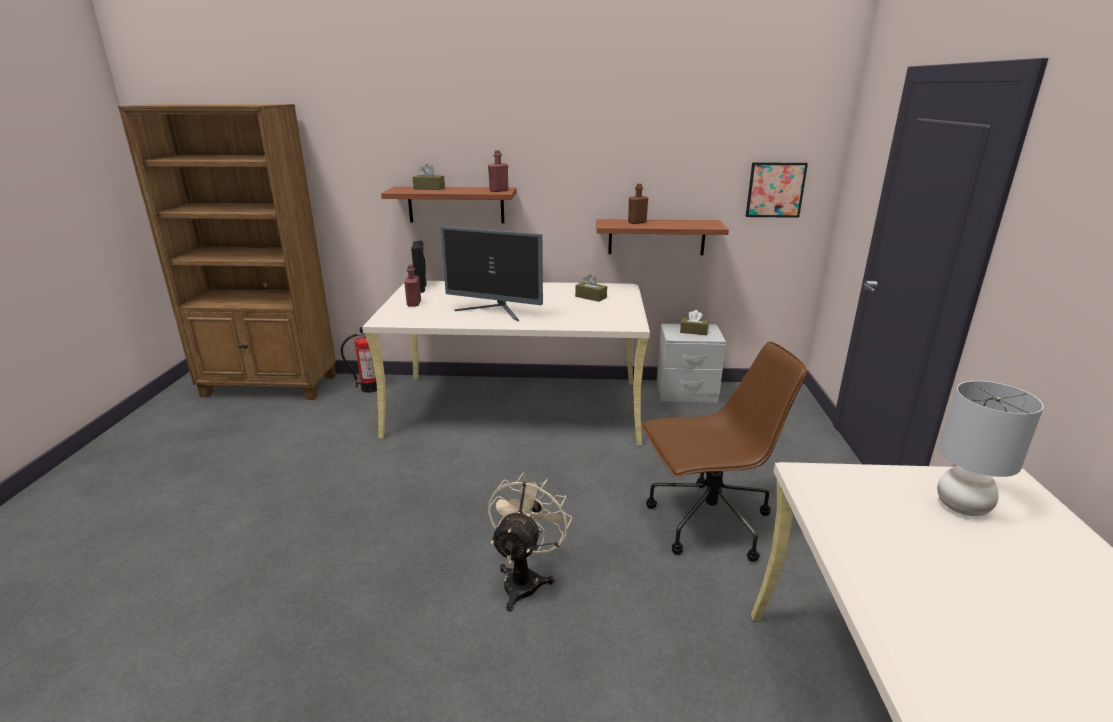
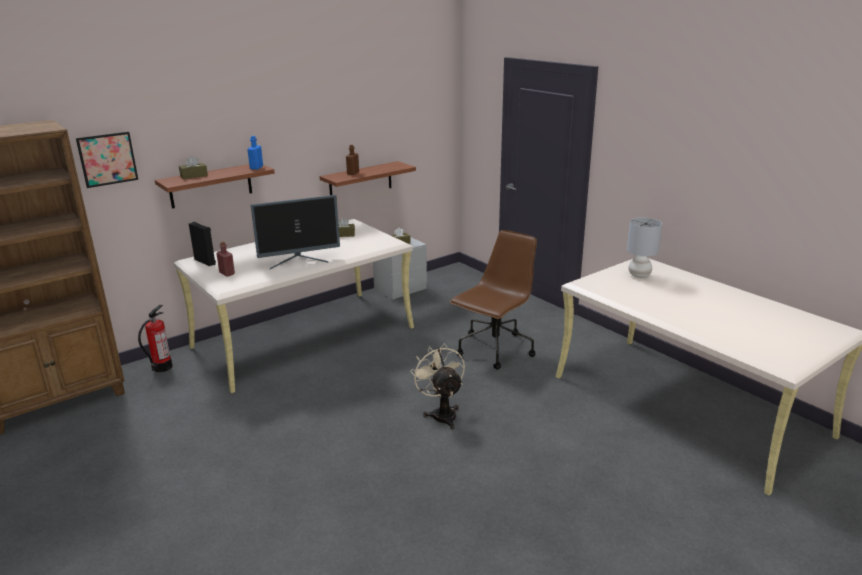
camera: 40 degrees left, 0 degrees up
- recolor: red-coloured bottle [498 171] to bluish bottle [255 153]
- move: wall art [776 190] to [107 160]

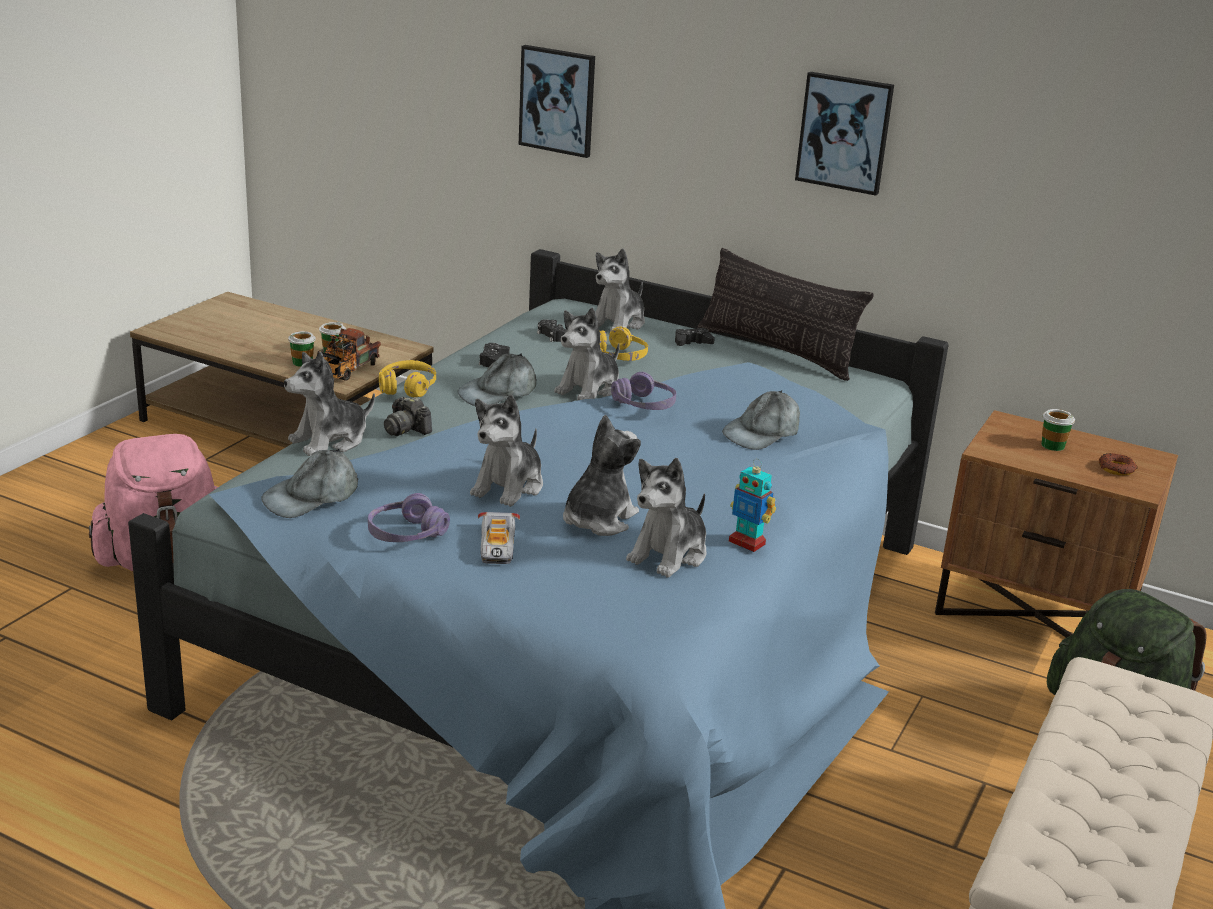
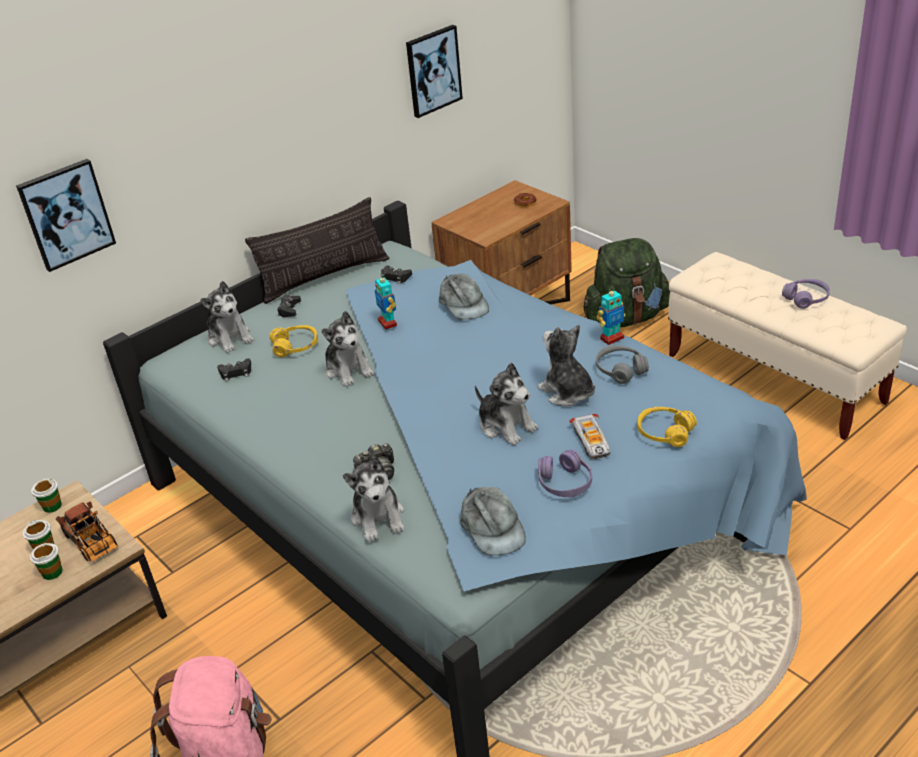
camera: 65 degrees left, 10 degrees up
- move: wall art [844 134] to [434 71]
- move: black joypad [494 355] to [396 275]
- delete: grey cap [497 380]
- move: yellow headphones [407 378] to [667 427]
- move: purple headphones [643 391] to [806 294]
- move: cup [1058 430] to [46 496]
- replace: soft toy [666 518] to grey headphones [622 364]
- rotate: model car [499 538] = [589 436] 60 degrees clockwise
- insert: robot figure [386 302]

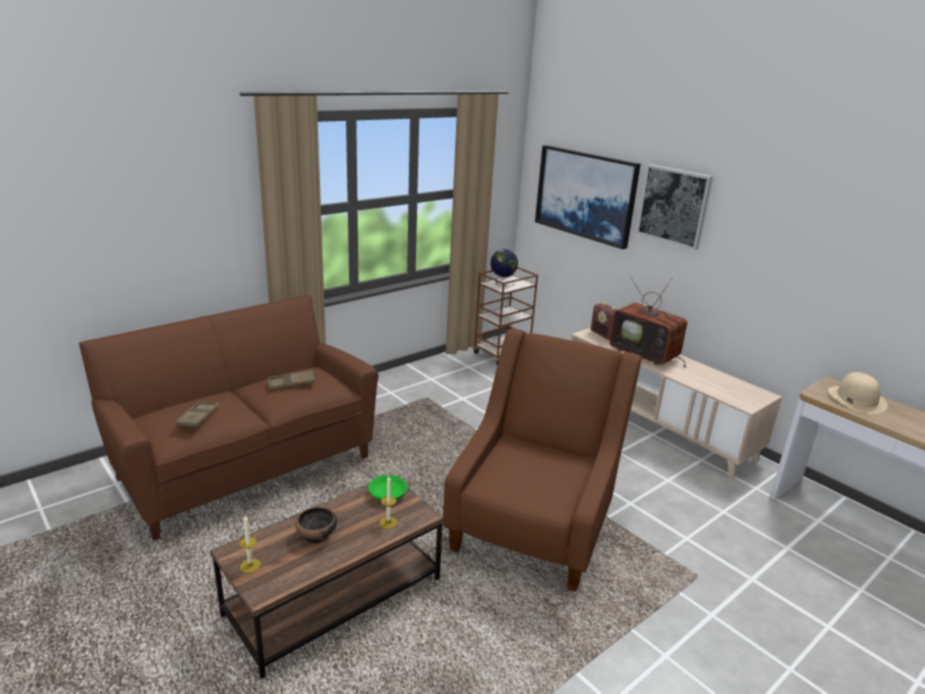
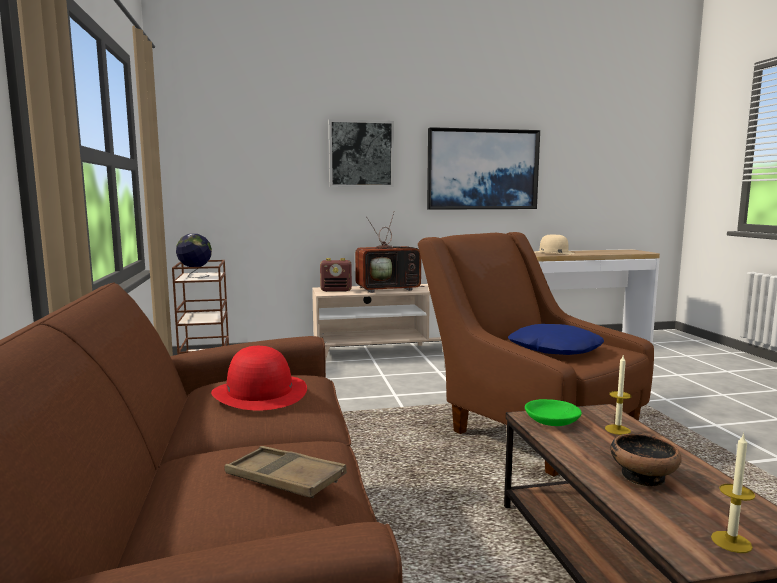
camera: 60 degrees left, 15 degrees down
- move: wall art [588 197] to [483 168]
- replace: brown tray [291 380] to red-coloured wearable hat [259 378]
- insert: bluish throw pillow [556 339]

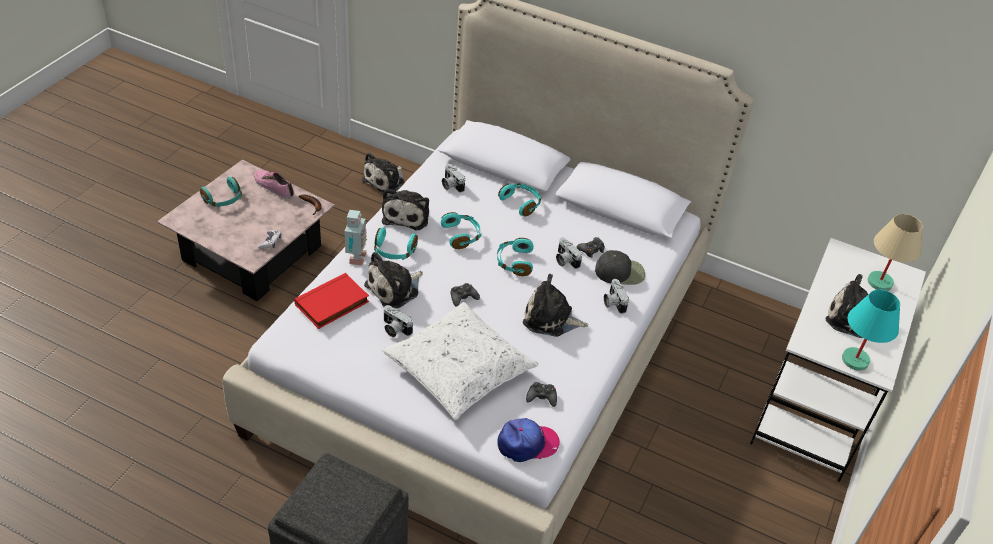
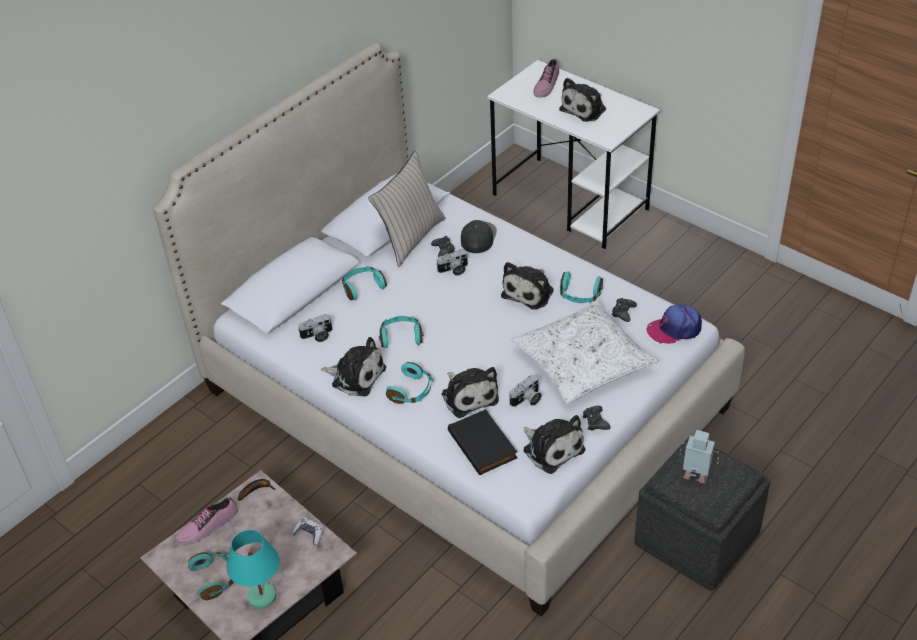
camera: 70 degrees left, 0 degrees up
- move: soft toy [383 173] to [554 444]
- move: robot figure [356 238] to [699 457]
- replace: sand-coloured lamp for a table [895 252] to item of footwear [546 78]
- move: turquoise-coloured headphones [515 257] to [581 287]
- recolor: red-coloured bound book [331 301] to black bound book [482 442]
- delete: photo camera [616 296]
- move: black joypad [465 295] to [597 418]
- move: turquoise-coloured lamp for a table [871 330] to [253 569]
- rotate: cap [528 440] = [674 324] 105 degrees counterclockwise
- insert: sand-coloured throw pillow [406 208]

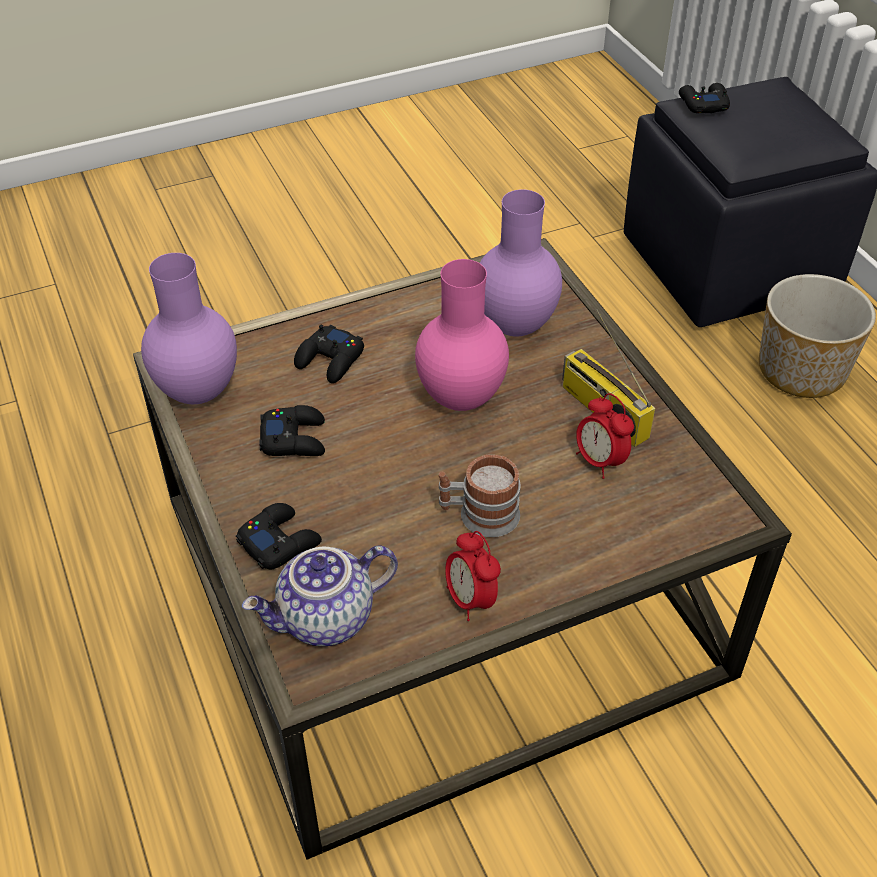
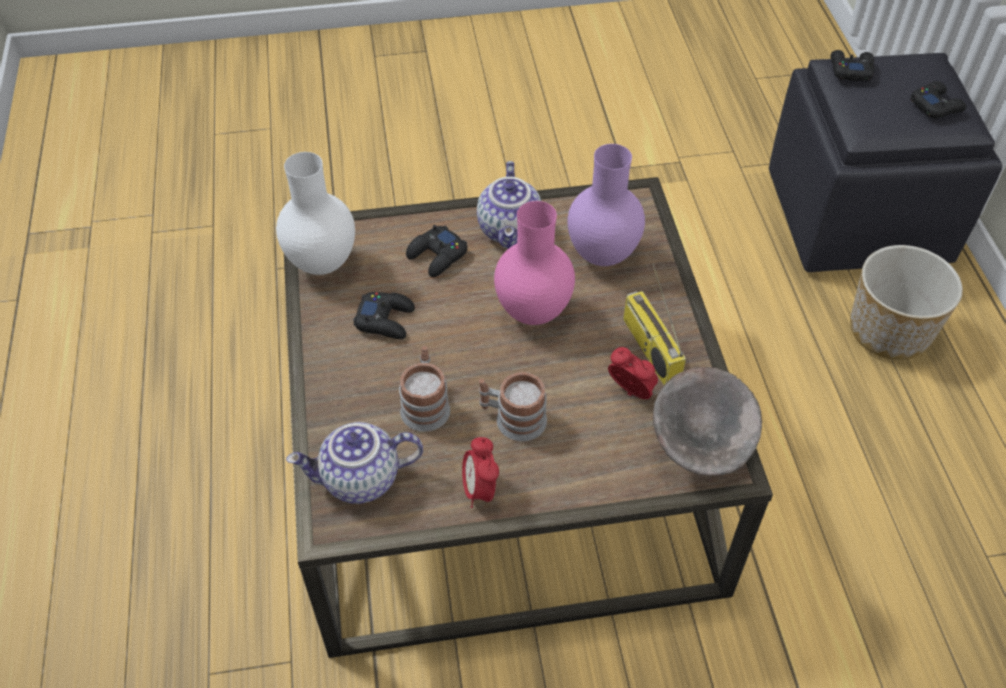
camera: 15 degrees right, 5 degrees up
- recolor: purple flower vase [189 328] to white flower vase [315 213]
- rotate: alarm clock [605 436] = [633 373] 150 degrees clockwise
- move: black joypad [279 536] to [938 99]
- insert: teapot [509 205]
- insert: tea mug [424 388]
- insert: grey deep dish [707 421]

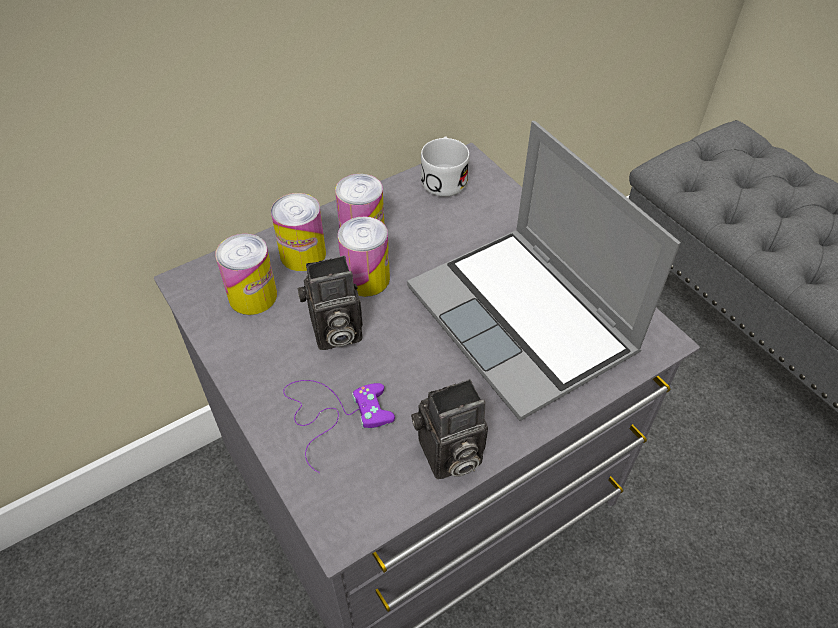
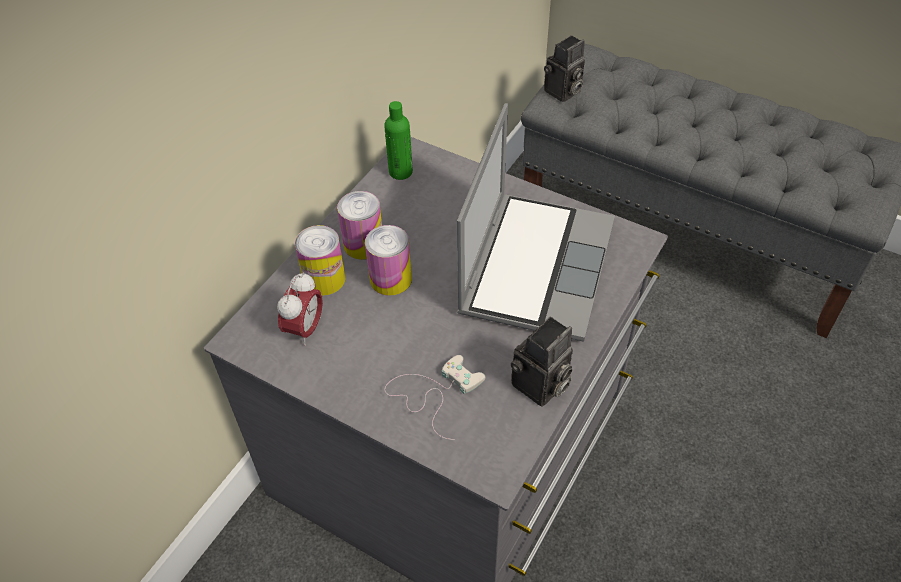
camera: 25 degrees left, 0 degrees up
- rotate: notebook computer [544 271] = [536 222] 105 degrees counterclockwise
- replace: white tea mug [445 166] to green-coloured bottle [398 140]
- replace: can [246 274] to alarm clock [300 309]
- move: photo camera [330 303] to [564 68]
- recolor: purple joypad [339 426] to white joypad [435 397]

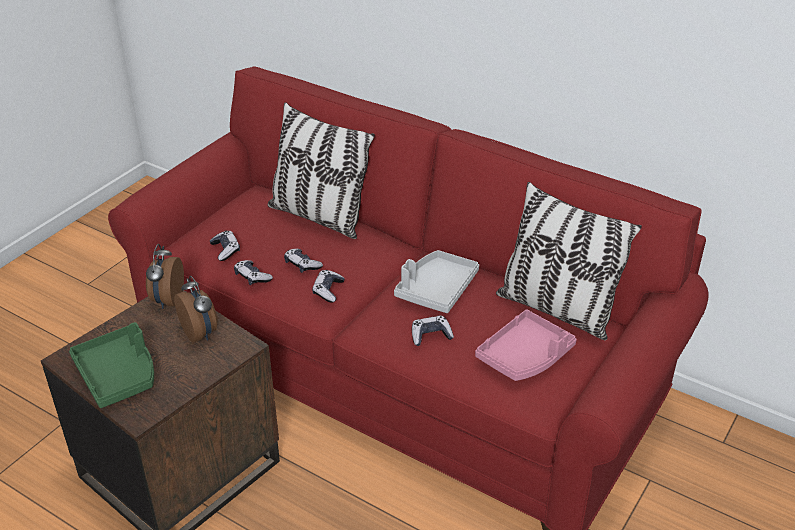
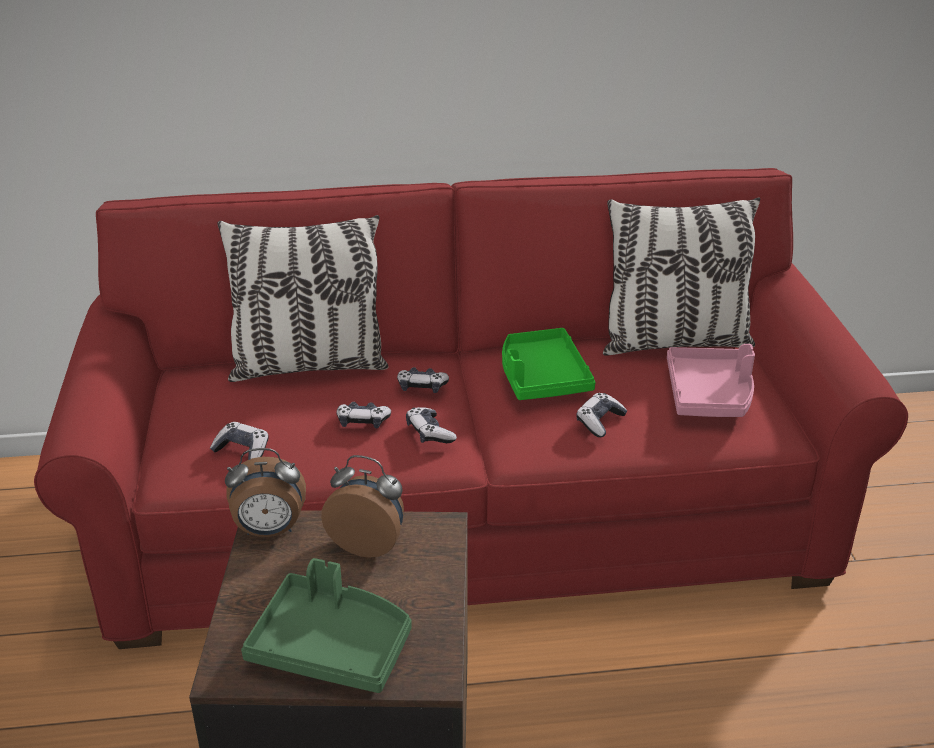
camera: 40 degrees left, 5 degrees down
- rotate: alarm clock [165 276] = [265 492] 60 degrees counterclockwise
- recolor: grey tray [436 281] to green-coloured tray [549 364]
- move: joypad [253 272] to [423 380]

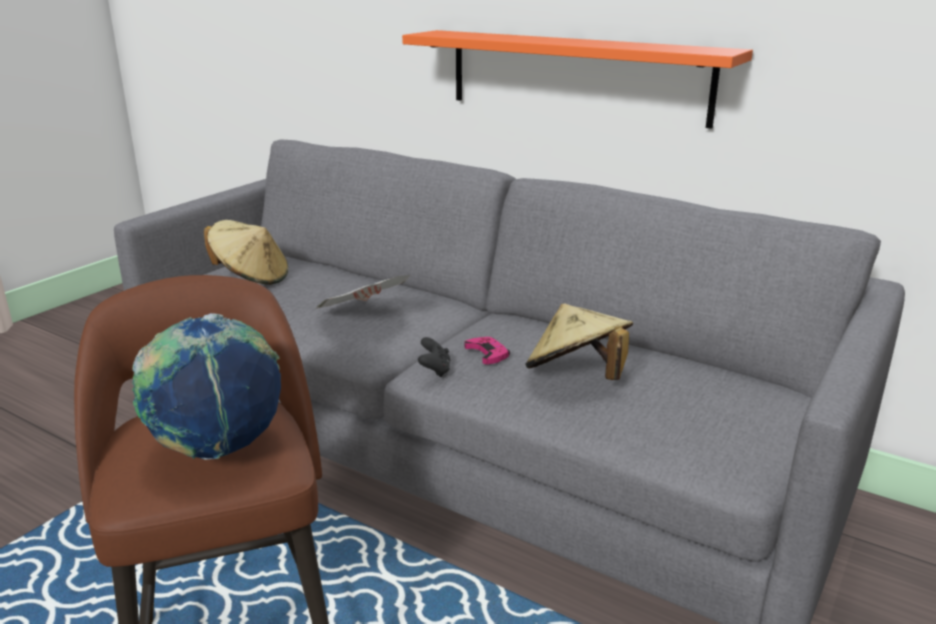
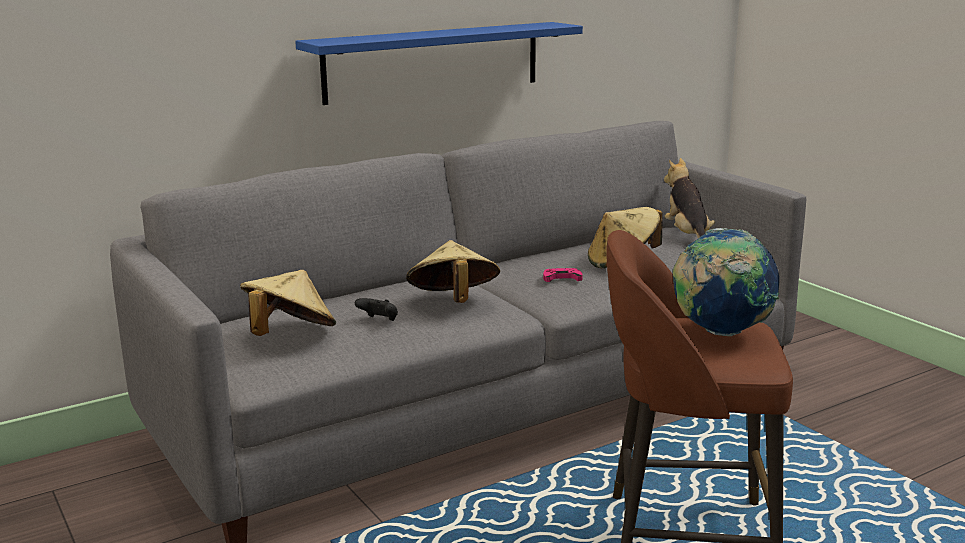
camera: 65 degrees left, 5 degrees down
- recolor: orange-coloured wall shelf [577 79] to bluish wall shelf [439 63]
- replace: daily paper [363 292] to sand-coloured wearable hat [453 271]
- move: black joypad [434 357] to [376 309]
- insert: soft toy [689 198]

